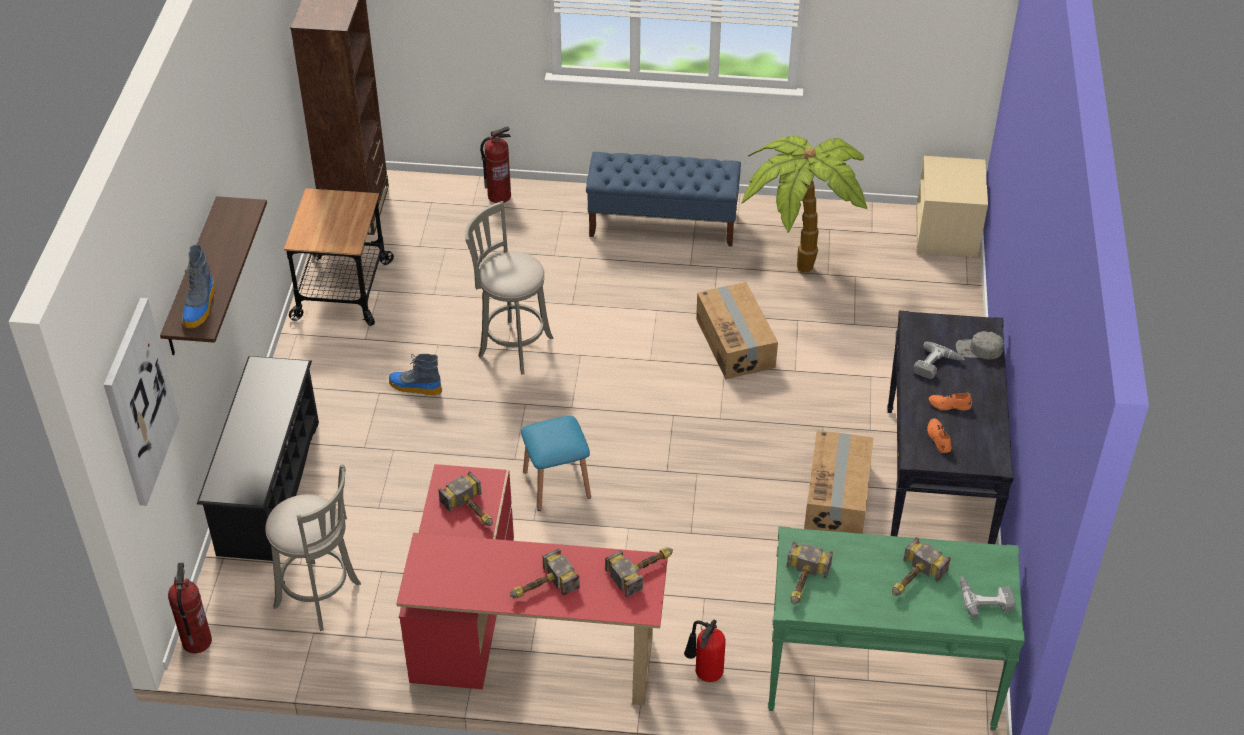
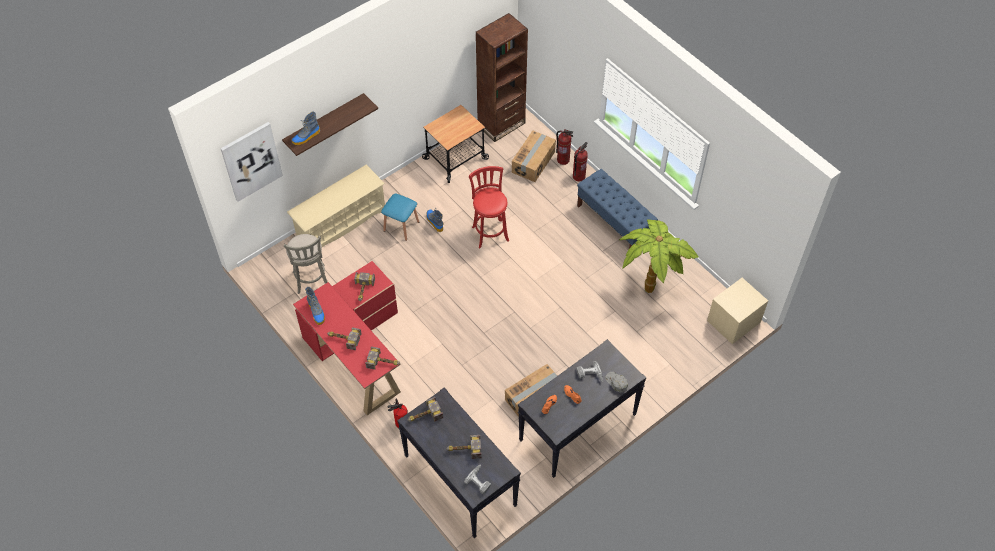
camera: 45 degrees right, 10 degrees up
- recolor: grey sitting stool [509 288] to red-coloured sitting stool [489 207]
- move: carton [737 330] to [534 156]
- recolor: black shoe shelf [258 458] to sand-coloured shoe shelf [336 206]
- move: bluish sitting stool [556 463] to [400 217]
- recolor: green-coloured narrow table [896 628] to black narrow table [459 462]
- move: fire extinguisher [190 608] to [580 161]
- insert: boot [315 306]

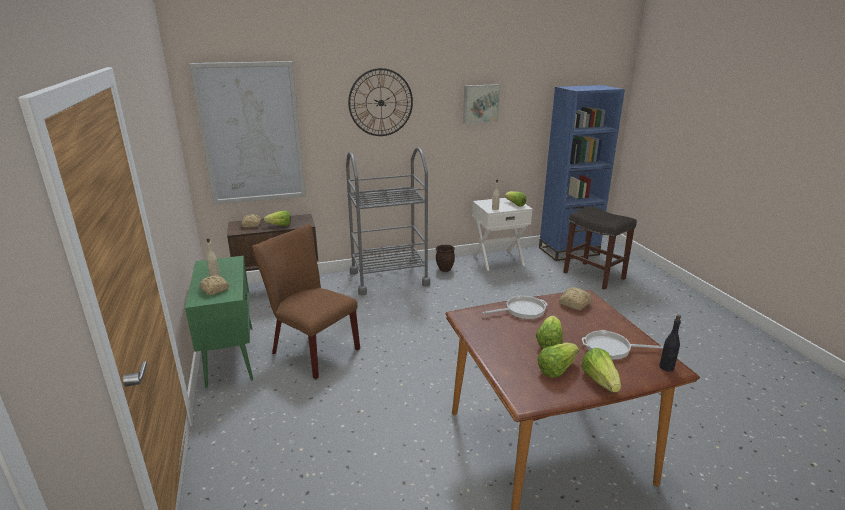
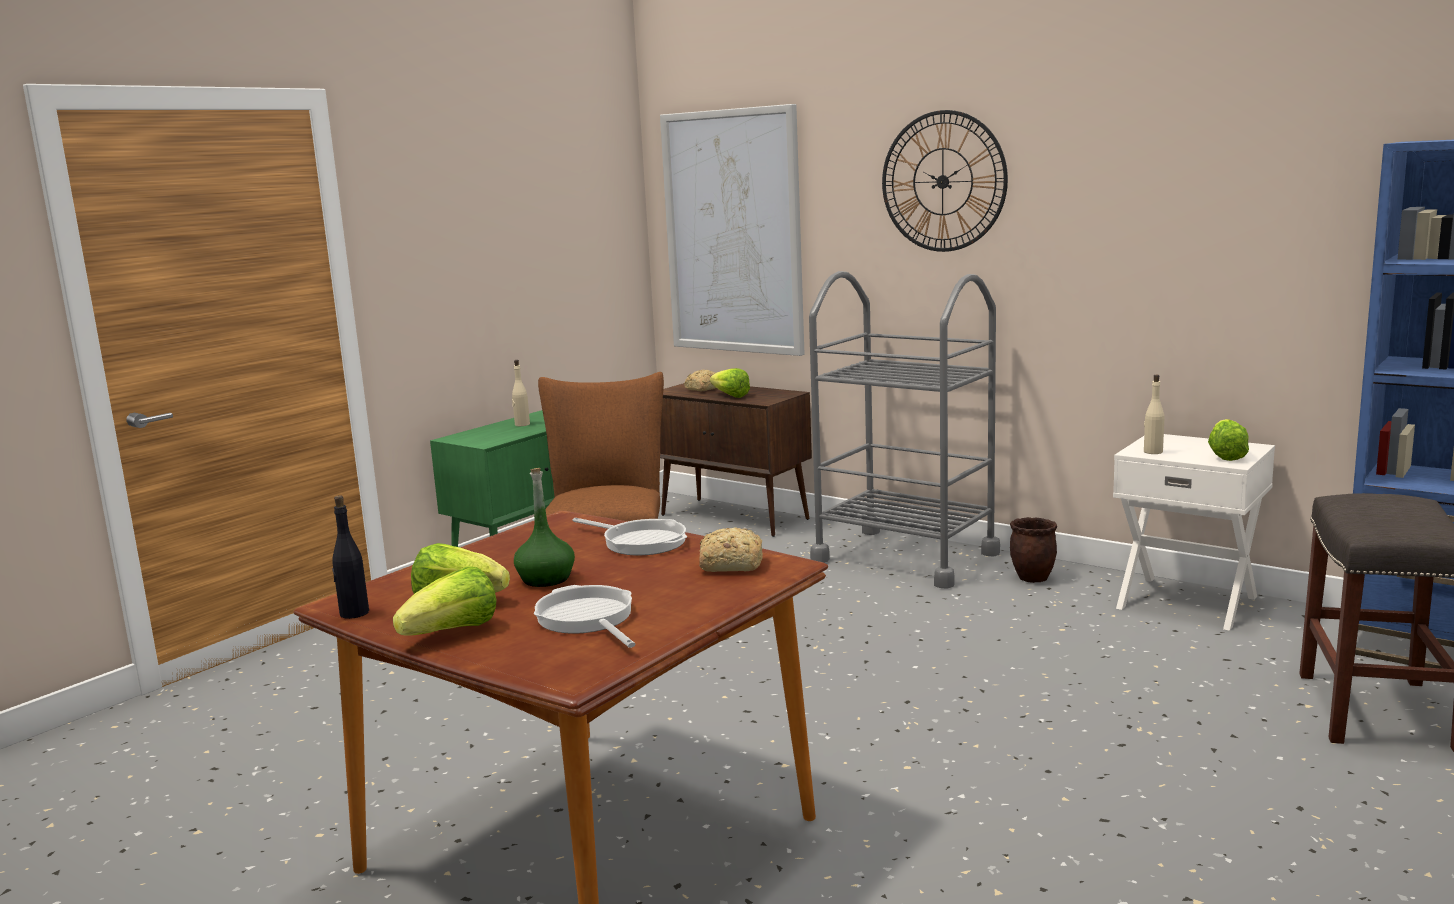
camera: 55 degrees right, 10 degrees down
- delete: wall art [481 104]
- delete: baked bread [214 285]
- move: black bottle [670 343] to [350 557]
- replace: head of lettuce [549 332] to green-coloured bottle [544 527]

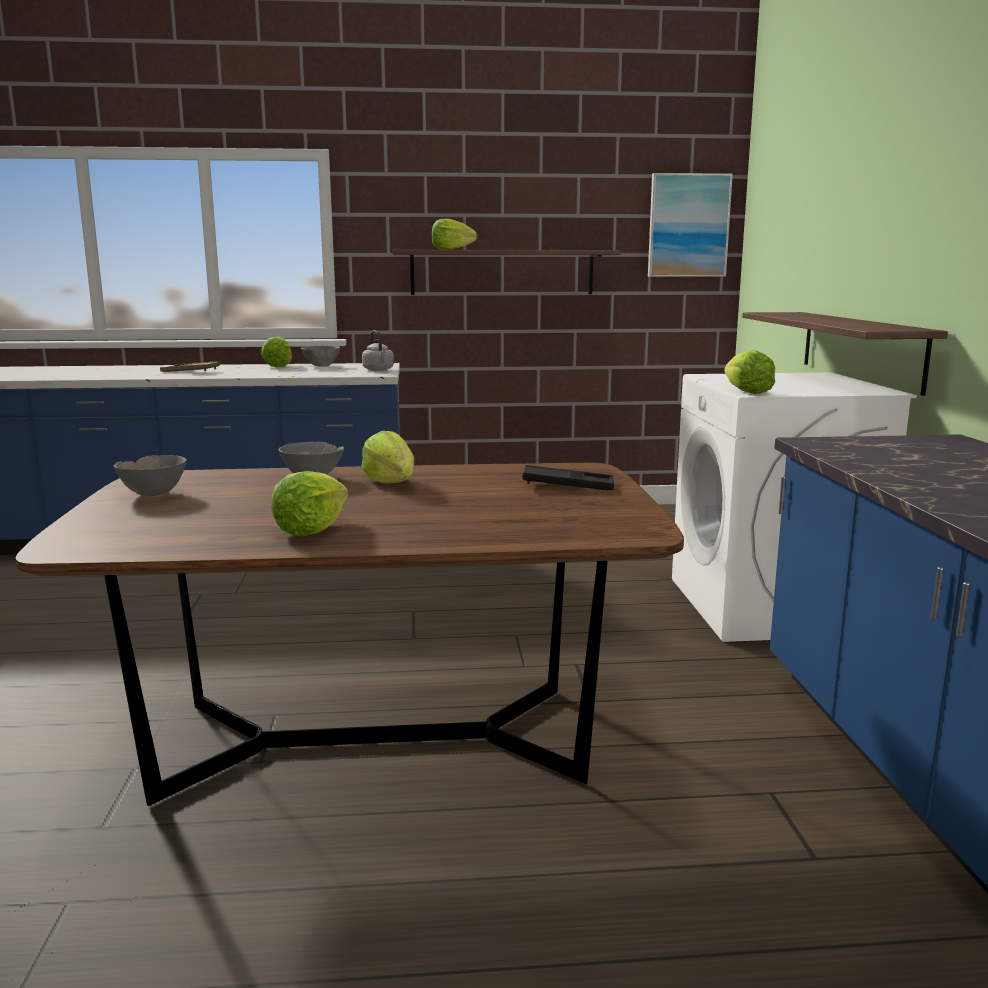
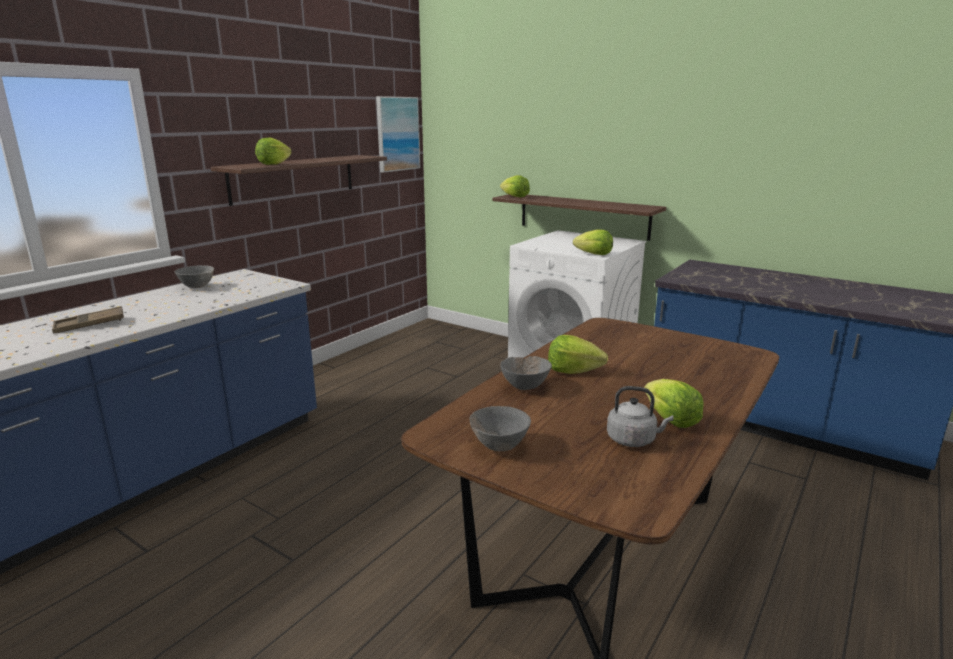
camera: 50 degrees left, 5 degrees up
- move: grey tea kettle [378 350] to [640 416]
- move: head of lettuce [276 351] to [515 186]
- delete: black tray [568 477]

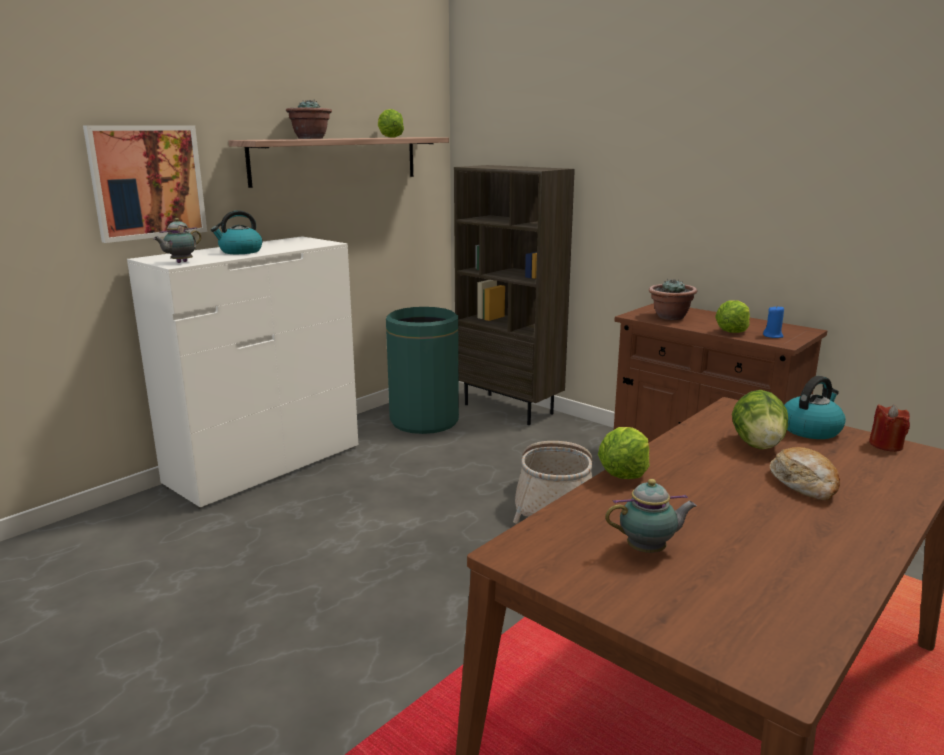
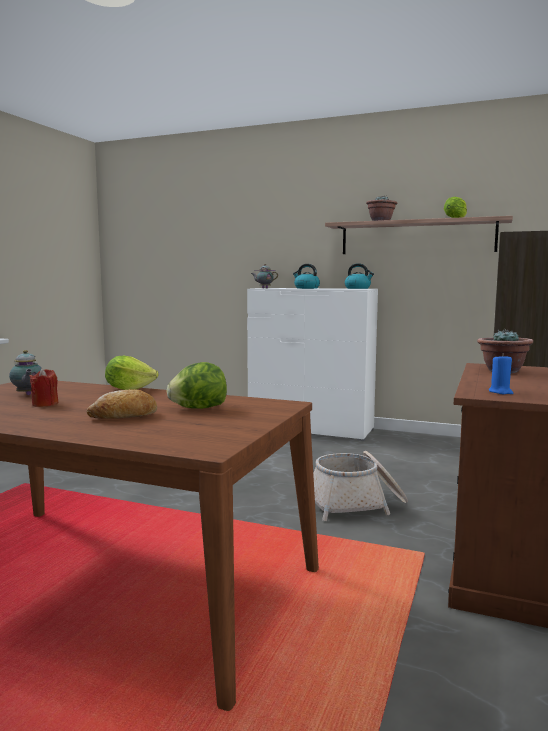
camera: 70 degrees right, 10 degrees down
- delete: wall art [145 184]
- delete: head of lettuce [732 316]
- delete: green-coloured waste bin [422 370]
- move: tea kettle [815 407] to [359 276]
- move: red-coloured candle [889 428] to [44 387]

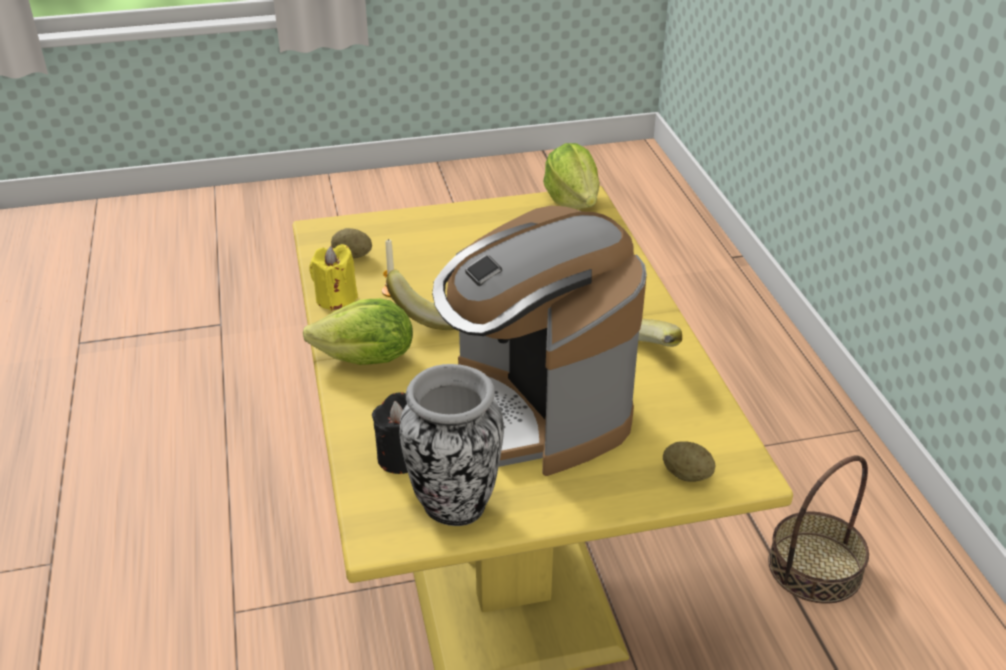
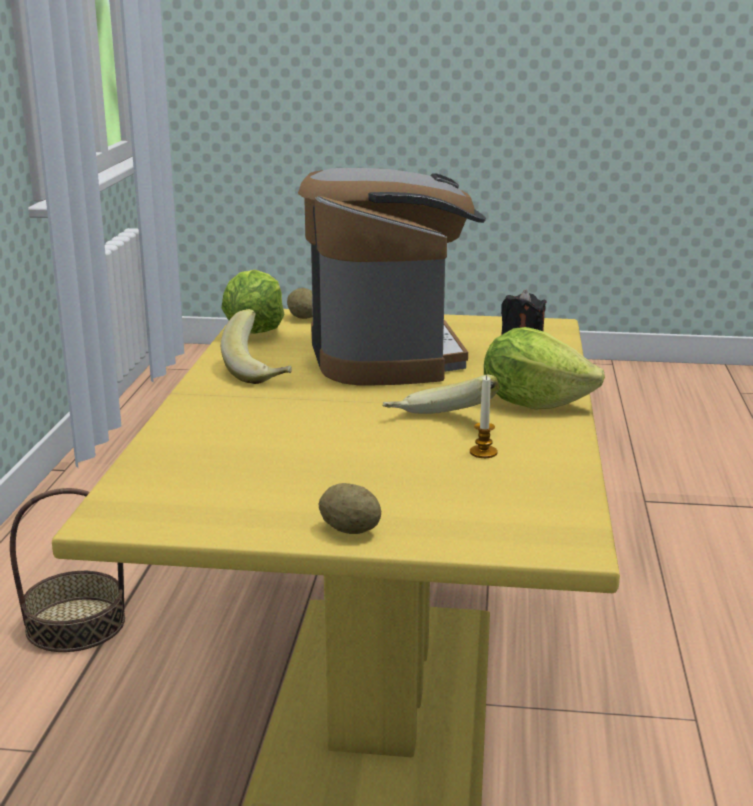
camera: 160 degrees left, 15 degrees down
- move: head of lettuce [571 176] to [253 302]
- move: spud [351 243] to [350 508]
- delete: yellow candle [333 277]
- delete: flower vase [451 445]

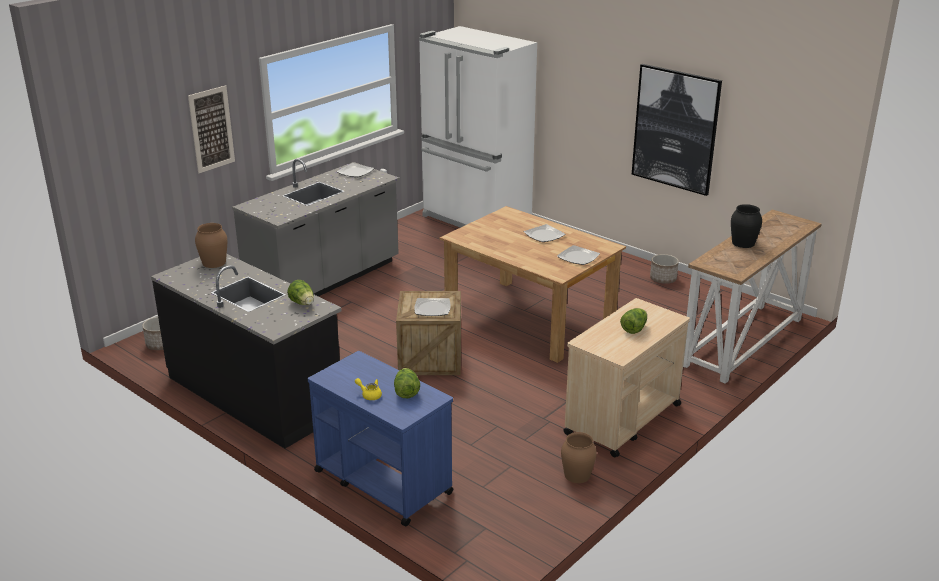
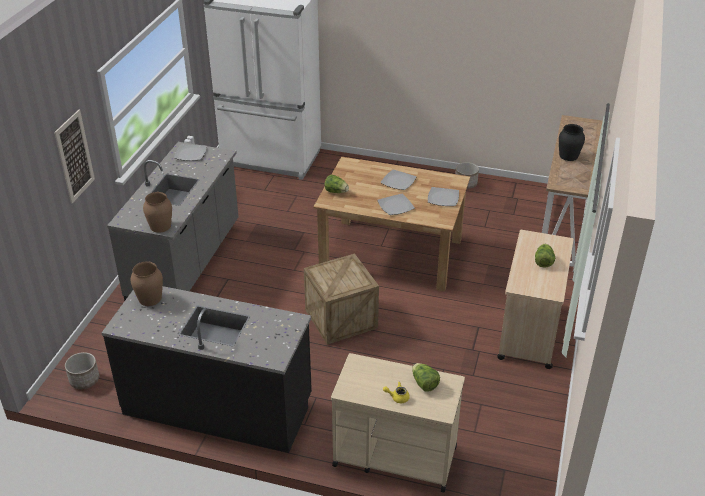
camera: 25 degrees left, 10 degrees up
- delete: wall art [677 130]
- move: head of lettuce [300 292] to [336 183]
- move: dinner plate [432 307] to [396 204]
- recolor: bluish trolley [380 438] to sand-coloured trolley [398 422]
- move: brown flower vase [579 457] to [157 212]

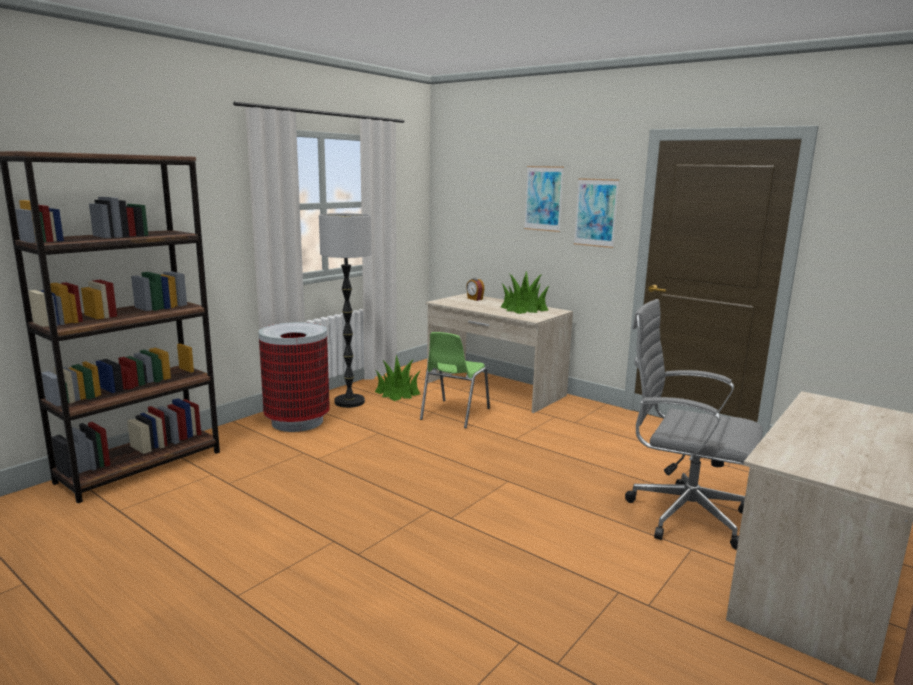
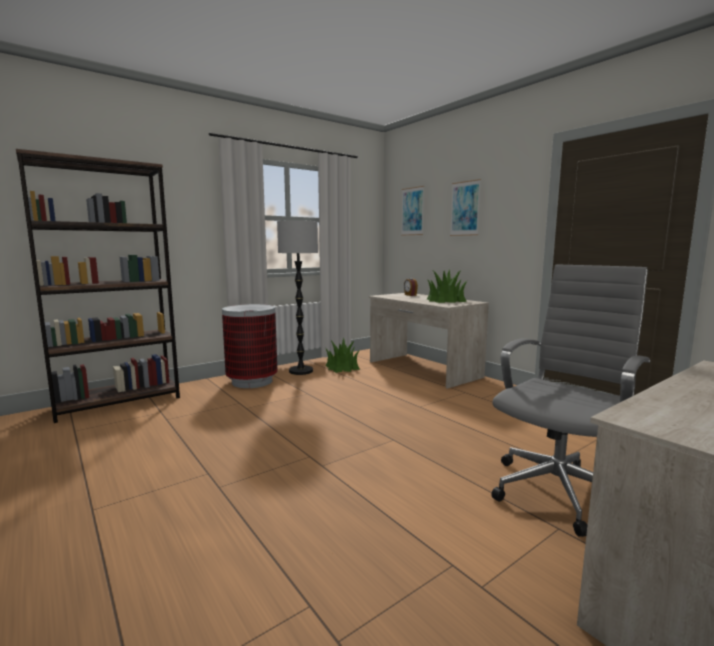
camera: 15 degrees right, 5 degrees down
- move: wall art [596 213] to [412 211]
- rotate: grey computer chair [694 424] = [570 400] 90 degrees clockwise
- delete: green-coloured upright chair [455 380]

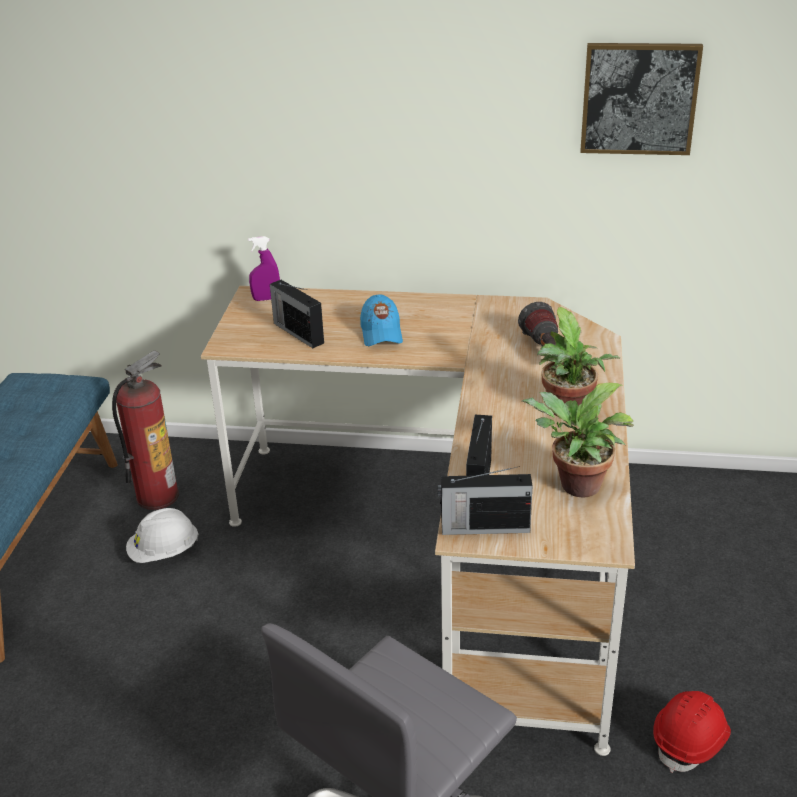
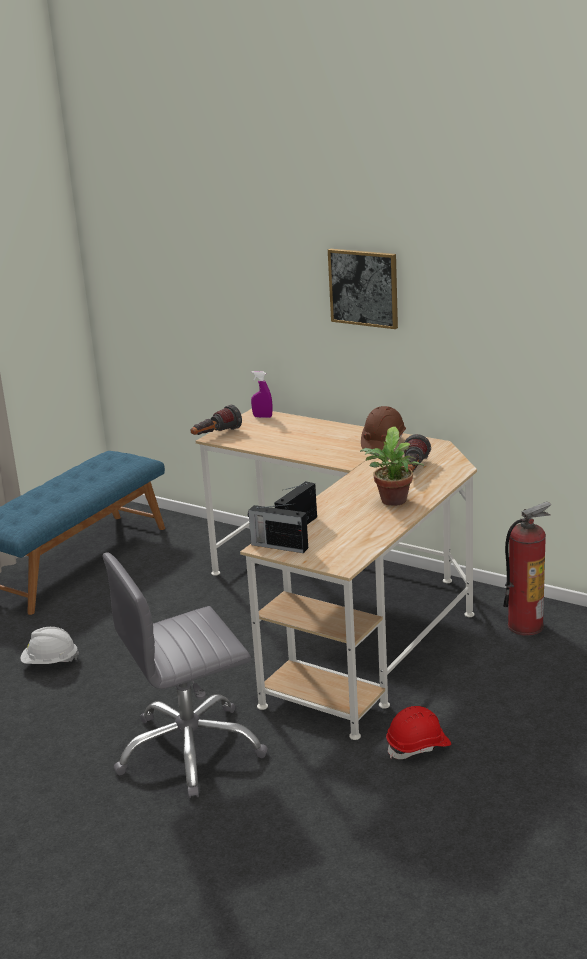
camera: 25 degrees right, 10 degrees down
- move: wall art [642 99] to [363 289]
- delete: radio [297 314]
- delete: bluish cap [381 320]
- move: fire extinguisher [145 430] to [527 569]
- delete: plant in a pot [578 440]
- move: white safety helmet [162 535] to [49 645]
- insert: torch [216 420]
- insert: brown safety helmet [383 428]

